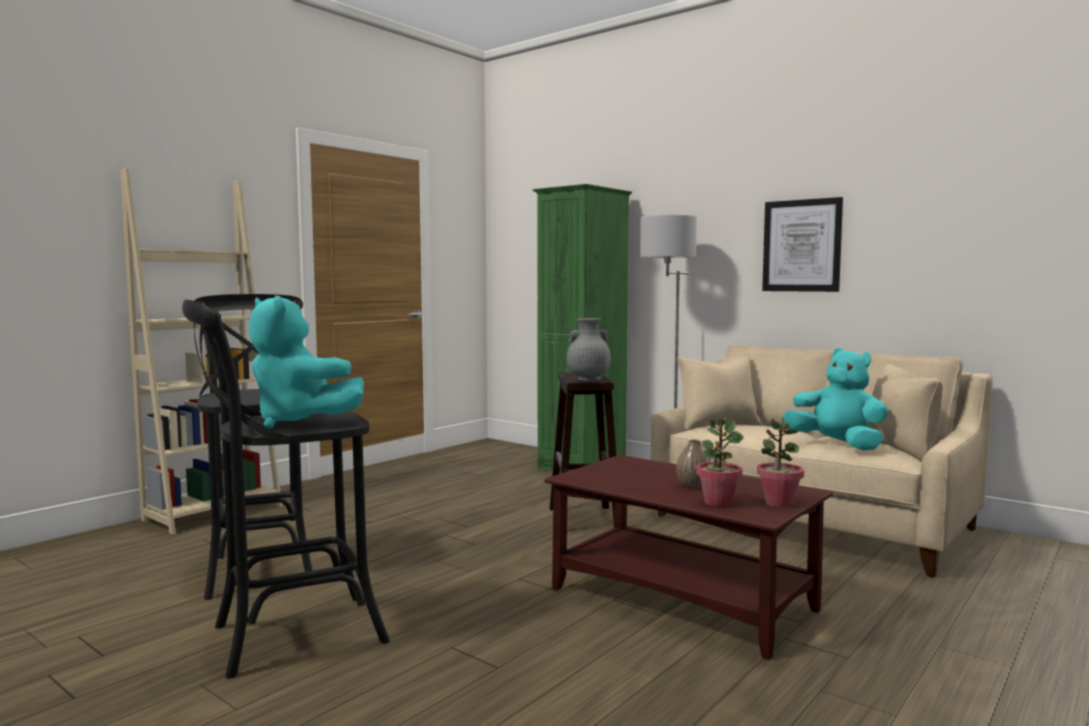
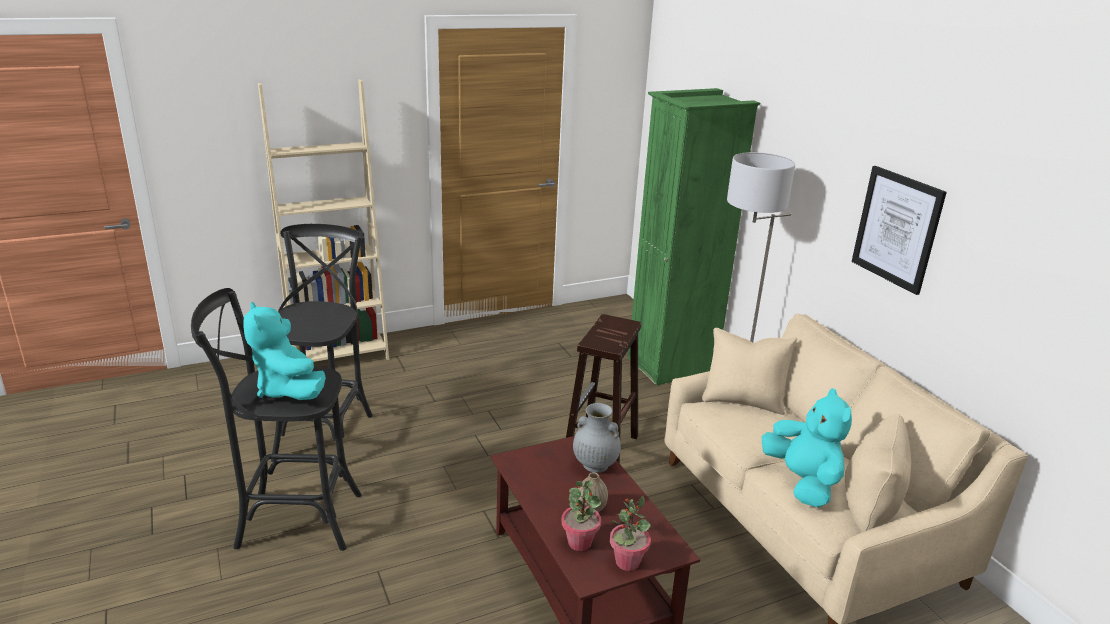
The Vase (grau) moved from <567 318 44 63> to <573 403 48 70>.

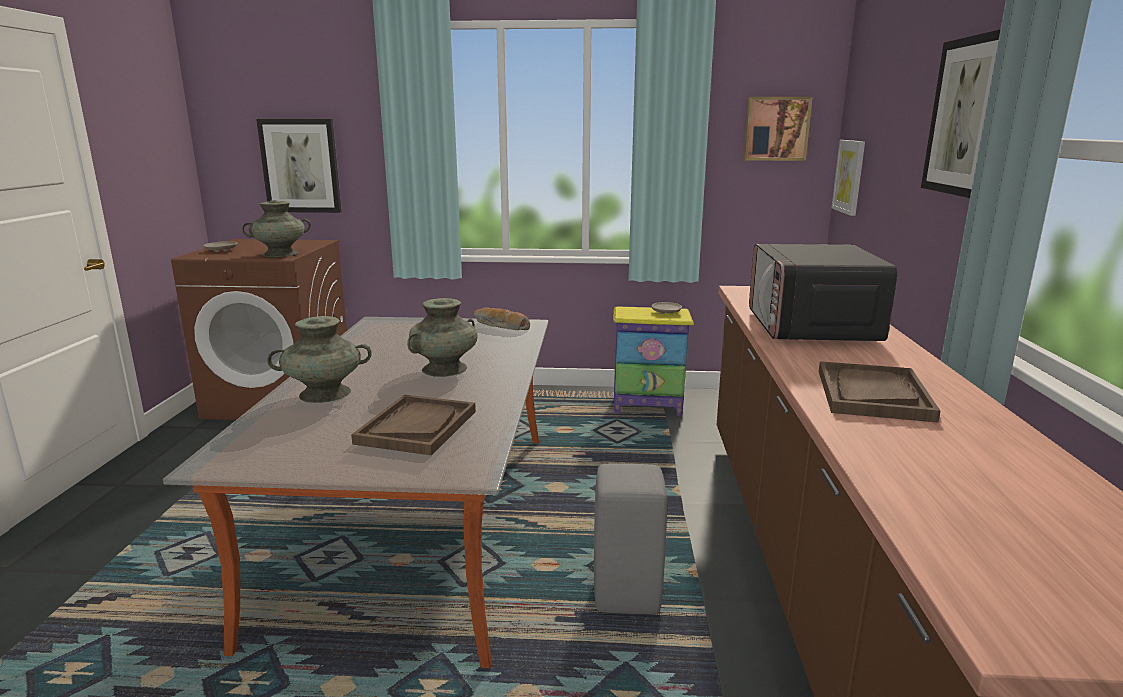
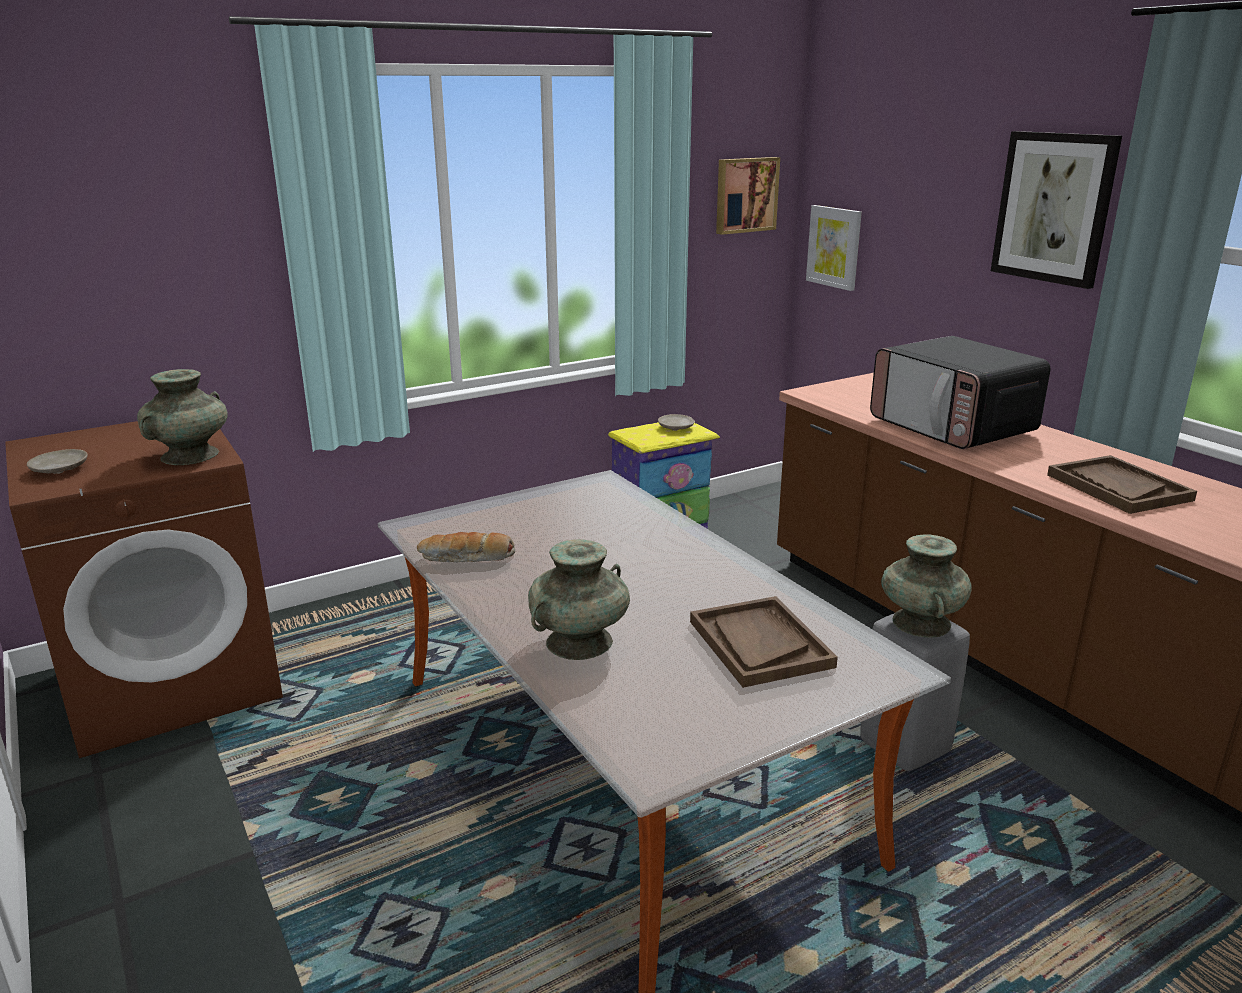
The Bild at <256 119 86 94> disappeared.
The Vase (türkis) moved from <407 298 71 79> to <881 535 91 103>.
The Brot moved from <474 307 56 23> to <417 532 98 31>.

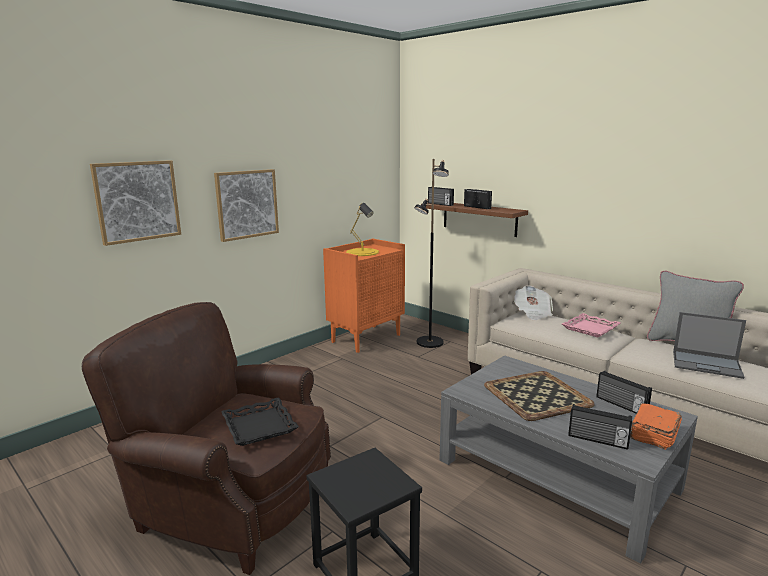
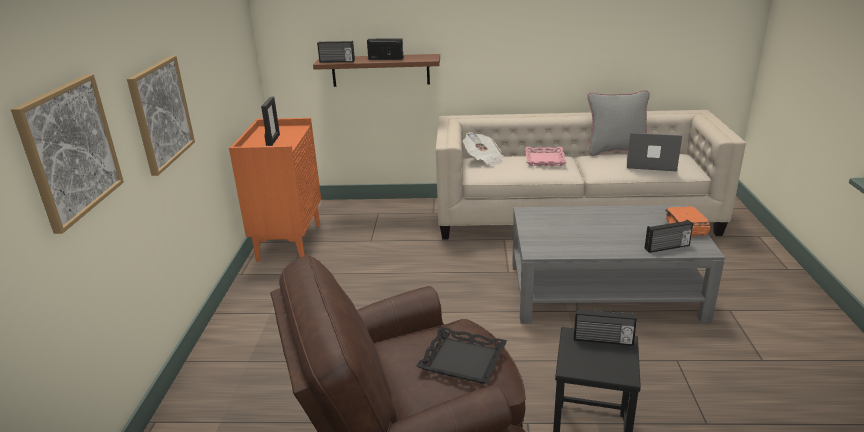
The Stehlampe (schwarz) at <414 159 35 189> disappeared.
The Tischlampe (gelb) at <346 203 33 53> was replaced by the Bilderrahmen at <261 97 19 49>.
The Laptop at <673 312 73 67> turned 150 degrees counterclockwise.
The Tablett at <484 371 111 50> disappeared.
The Radio moved from <596 371 56 43> to <574 308 63 38>.

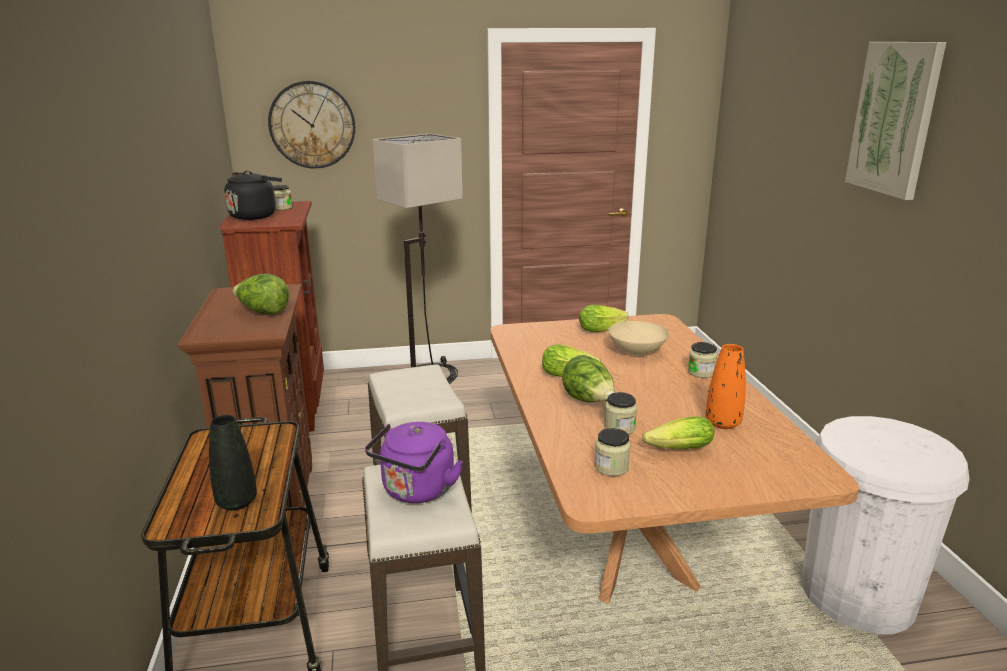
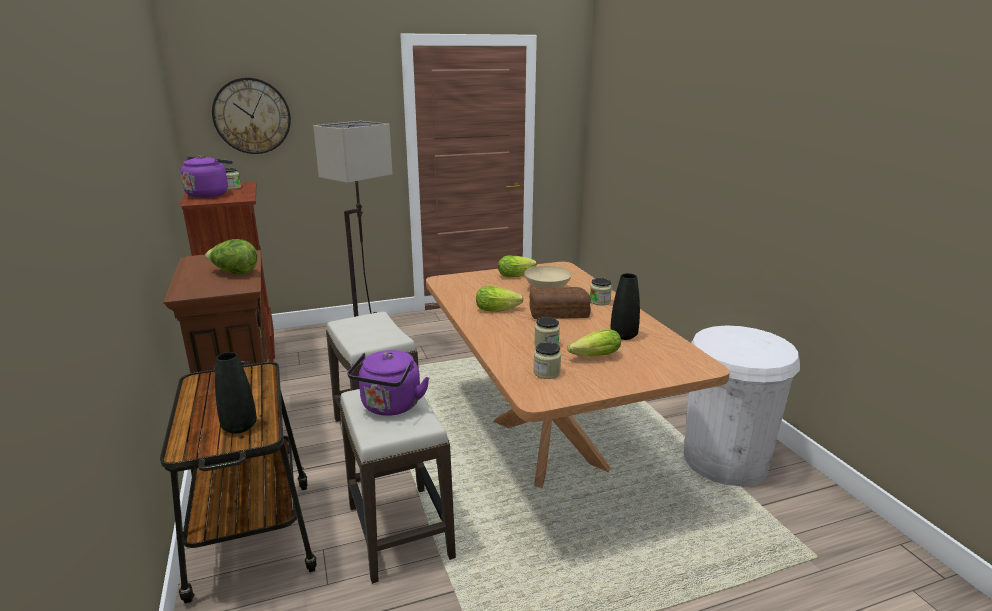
The Bild at <845 42 101 158> disappeared.
The Wasserkessel (schwarz) at <224 171 58 49> became the Wasserkessel (lila) at <180 155 53 43>.
The Vase (orange) at <706 344 40 85> became the Vase (schwarz) at <610 273 30 67>.
The Salatkopf at <562 355 53 47> disappeared.
The Brot at <529 287 62 32> appeared.

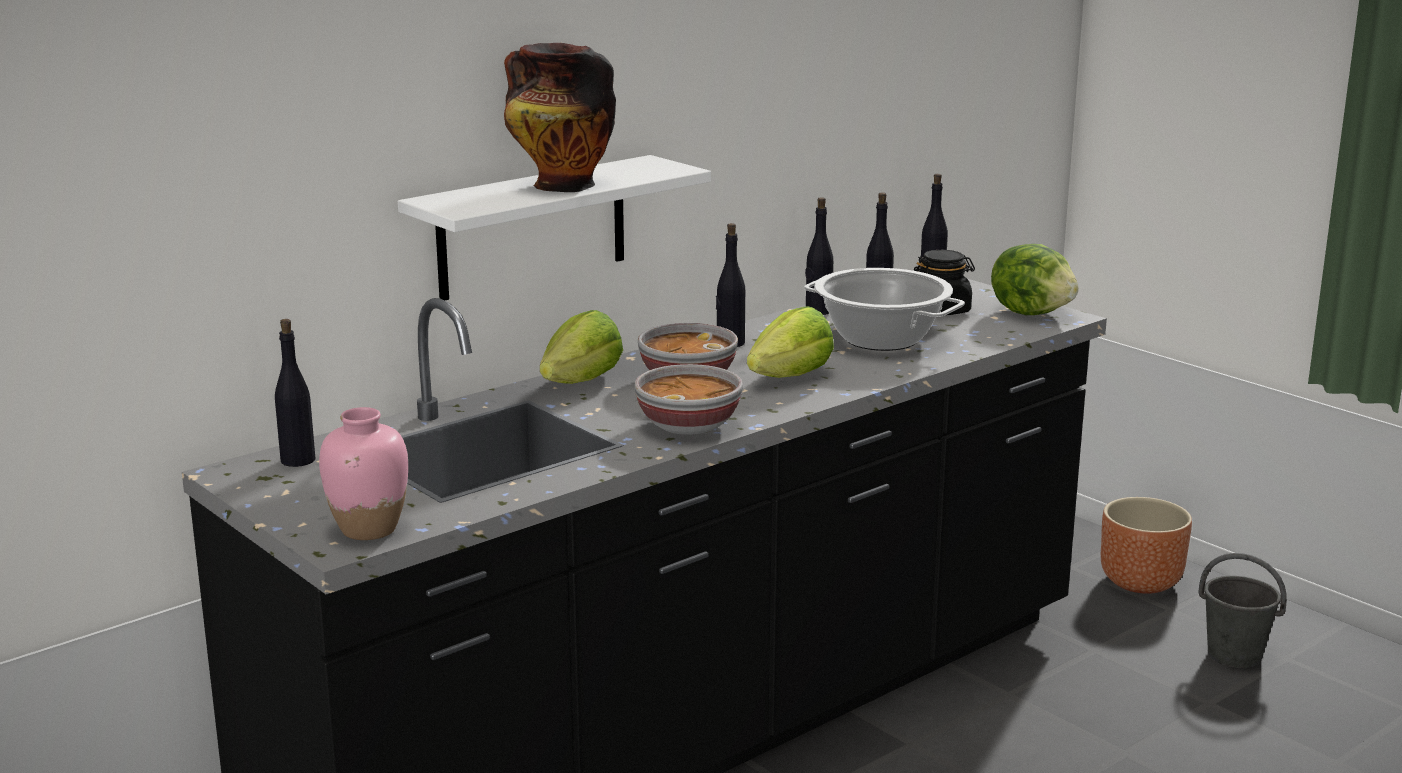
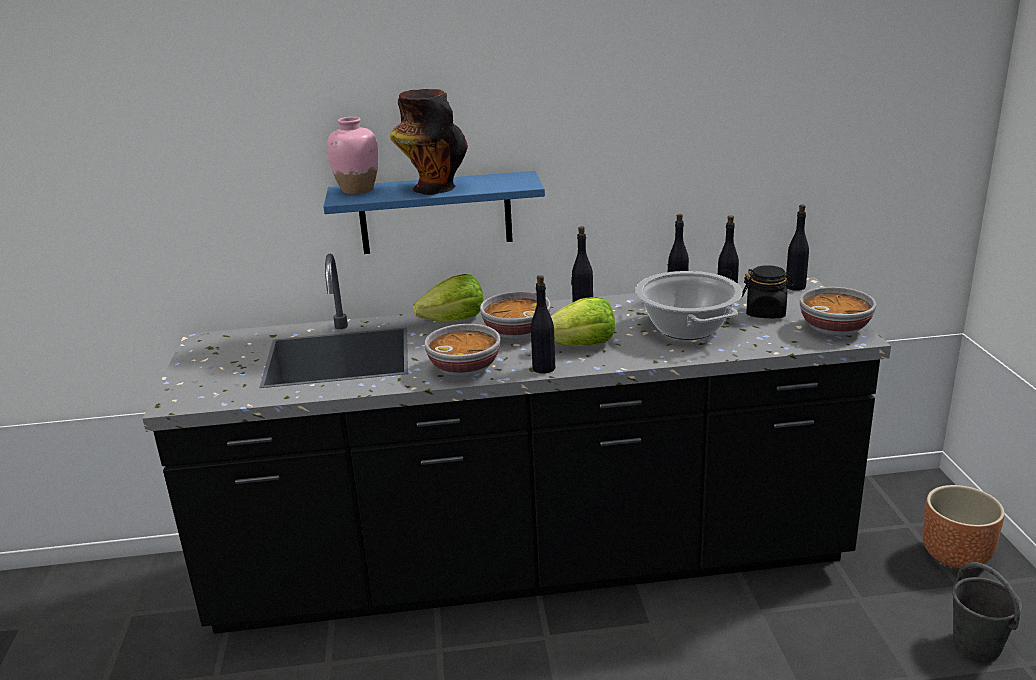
The Wandregal (weiß) at <398 155 313 145> became the Wandregal (blau) at <323 171 222 83>.
The Salatkopf at <991 244 88 71> was replaced by the Schüssel at <800 287 76 49>.
The Flasche (schwarz) moved from <275 319 41 148> to <531 275 24 99>.
The Vase (rosa) moved from <319 407 89 133> to <327 117 51 77>.

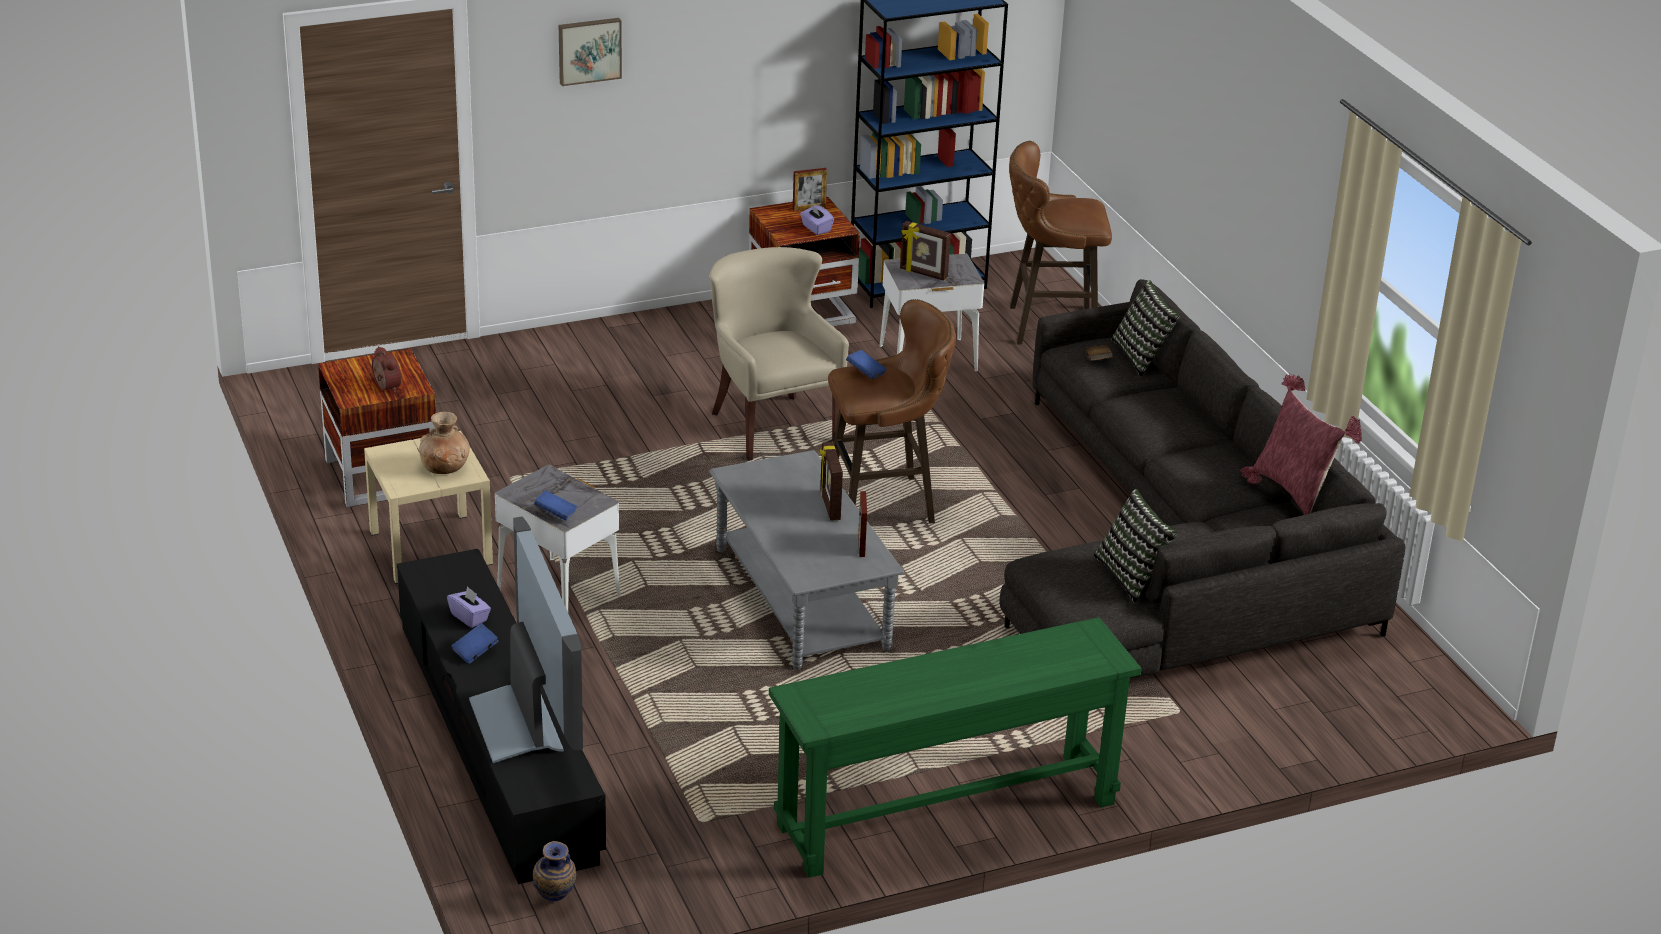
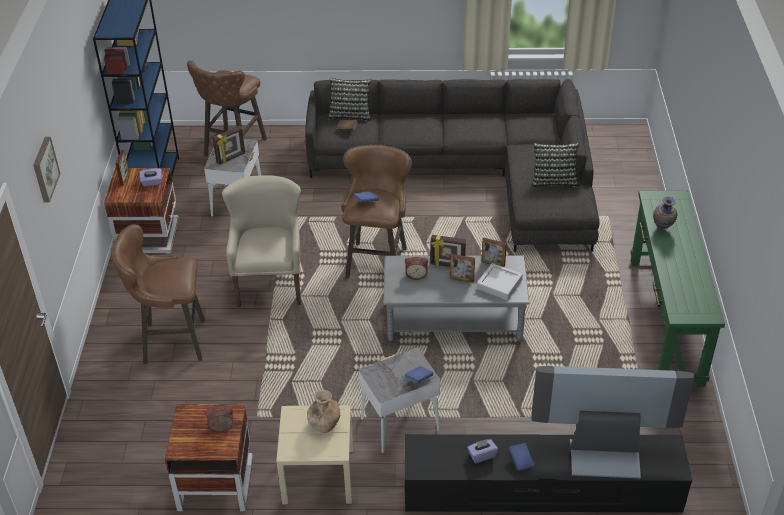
The Sessel (beige) at <709 247 140 214> turned 90 degrees clockwise.
The Kissen (rot) at <1240 373 122 142> disappeared.
The Vase moved from <533 841 43 60> to <653 197 24 33>.
The Hocker (braun) at <111 224 94 140> appeared.
The Bilderrahmen at <450 254 25 29> appeared.
The Wecker at <405 257 23 23> appeared.
The Tablett (grau) at <477 263 46 37> appeared.

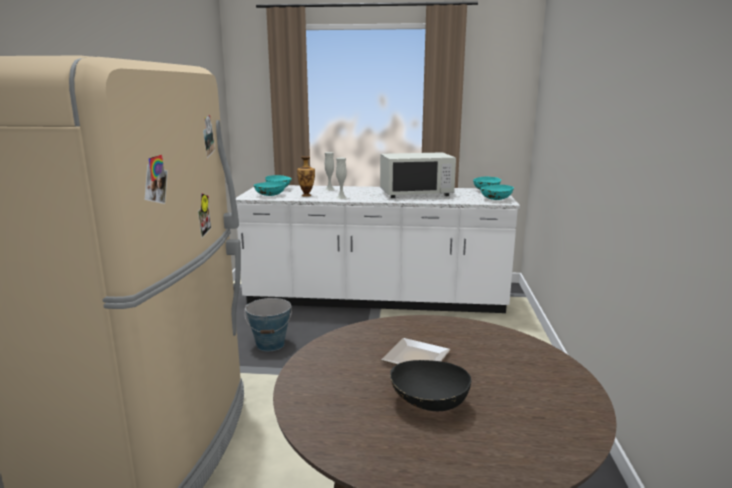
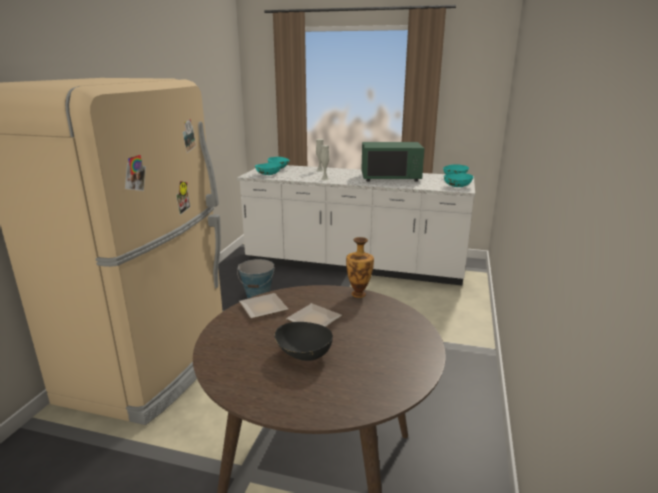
The Mikrowelle (weiß) at <380 152 76 46> became the Mikrowelle (grün) at <361 142 63 39>.
The Vase moved from <297 156 18 41> to <346 237 28 61>.
The Teller at <239 293 49 26> appeared.

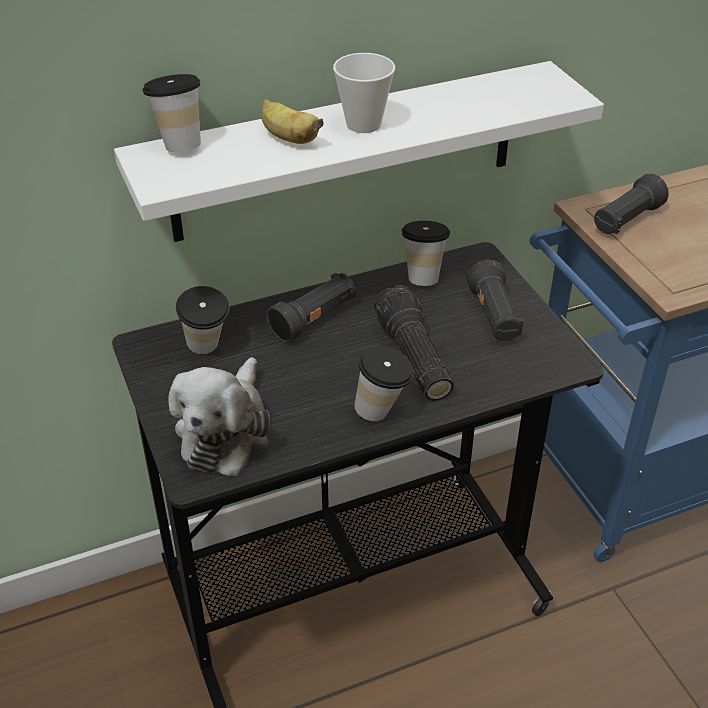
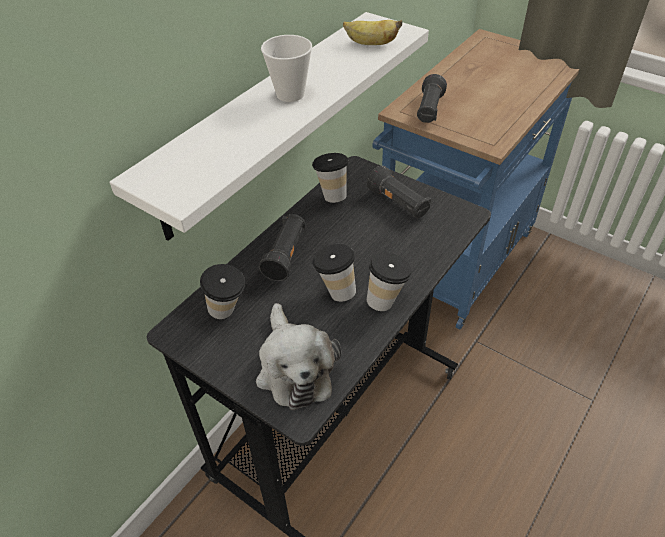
The Tasse moved from <142 74 59 78> to <312 244 44 58>.
The Banane moved from <261 99 63 45> to <343 20 59 25>.
The Taschenlampe at <374 285 80 116> disappeared.

